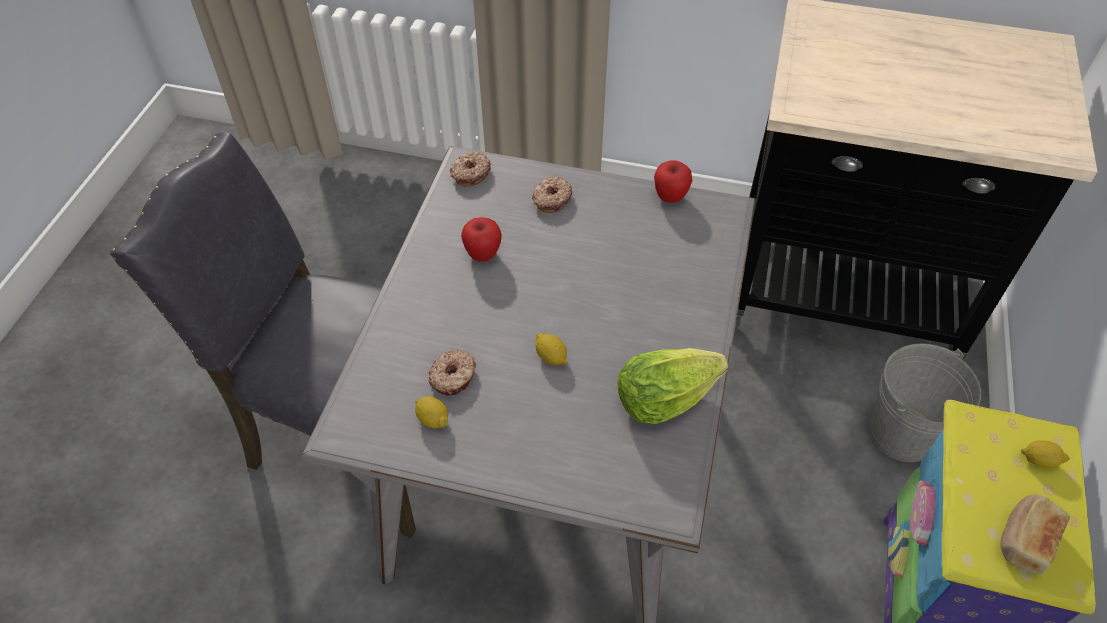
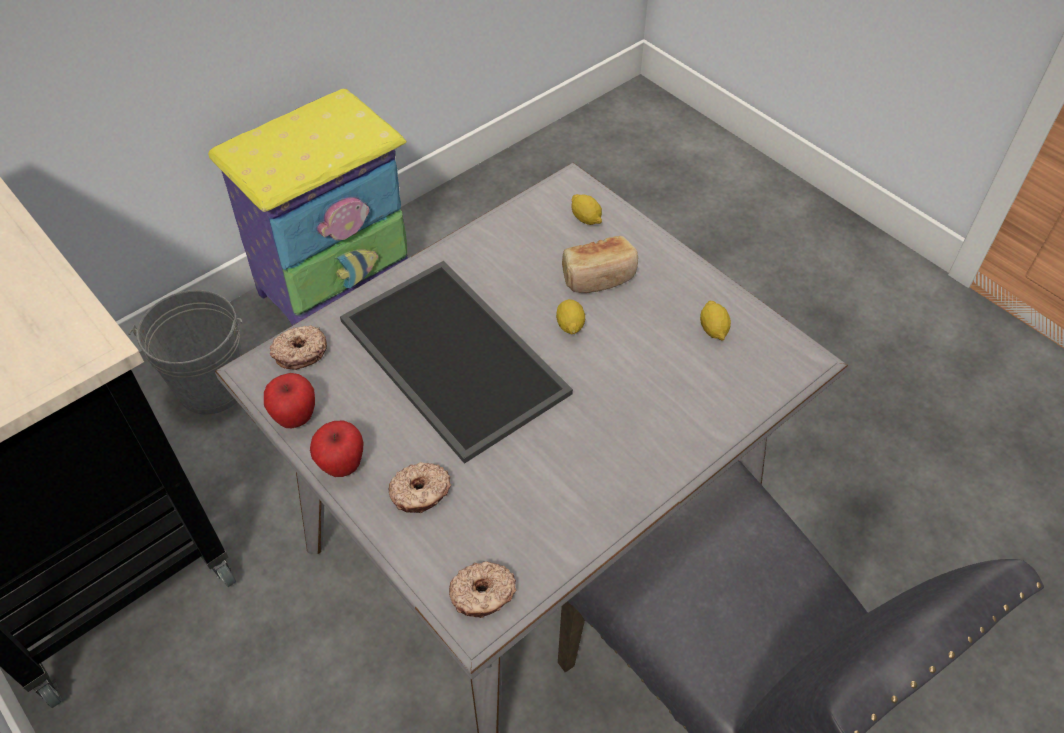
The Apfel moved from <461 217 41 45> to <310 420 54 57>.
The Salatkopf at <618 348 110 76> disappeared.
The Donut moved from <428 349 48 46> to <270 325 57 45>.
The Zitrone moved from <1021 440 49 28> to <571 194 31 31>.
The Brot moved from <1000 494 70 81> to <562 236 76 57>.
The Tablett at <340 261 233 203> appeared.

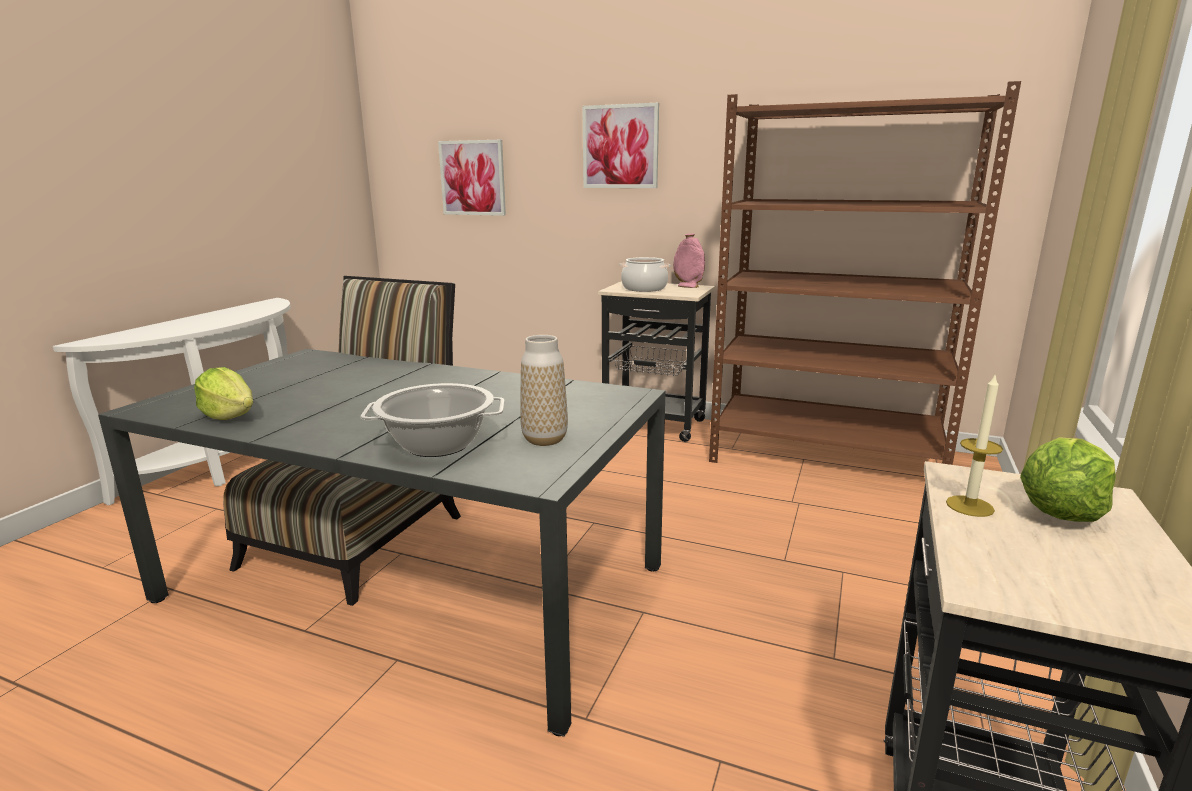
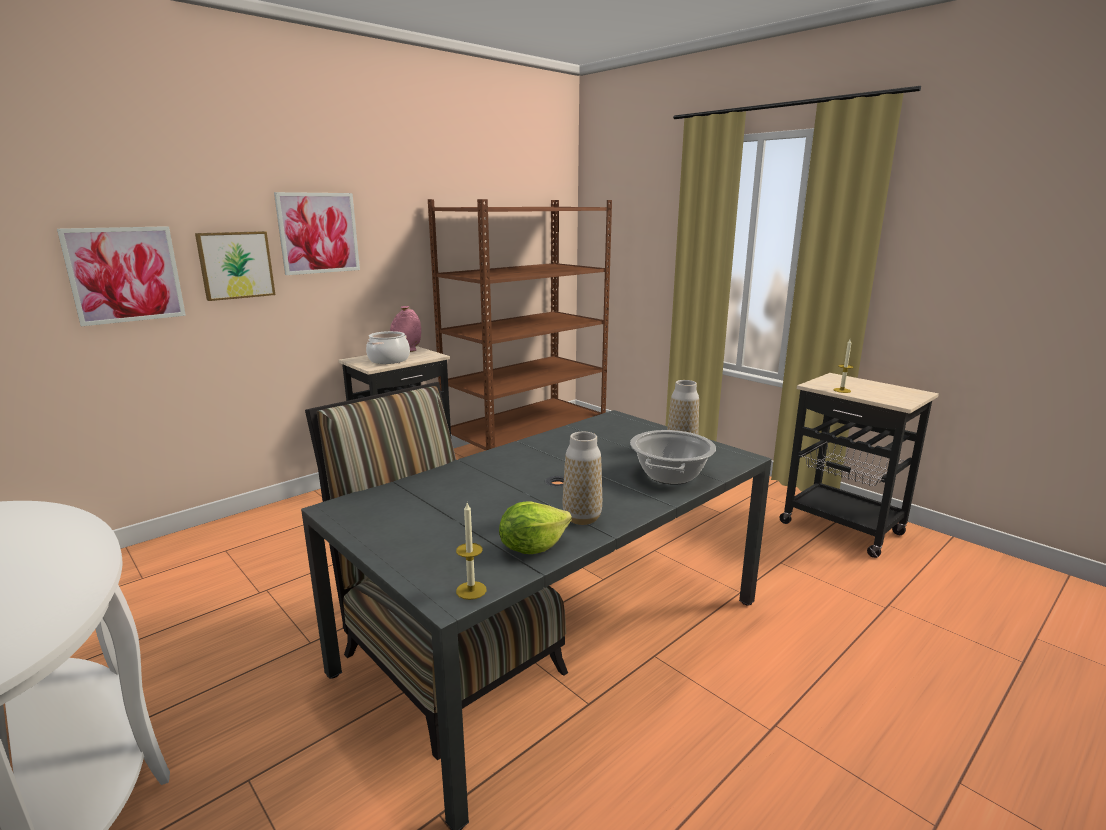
The Salatkopf at <1020 437 96 85> disappeared.
The Bild at <195 231 81 70> appeared.
The Vase at <563 432 39 93> appeared.
The Kerze at <456 503 31 97> appeared.

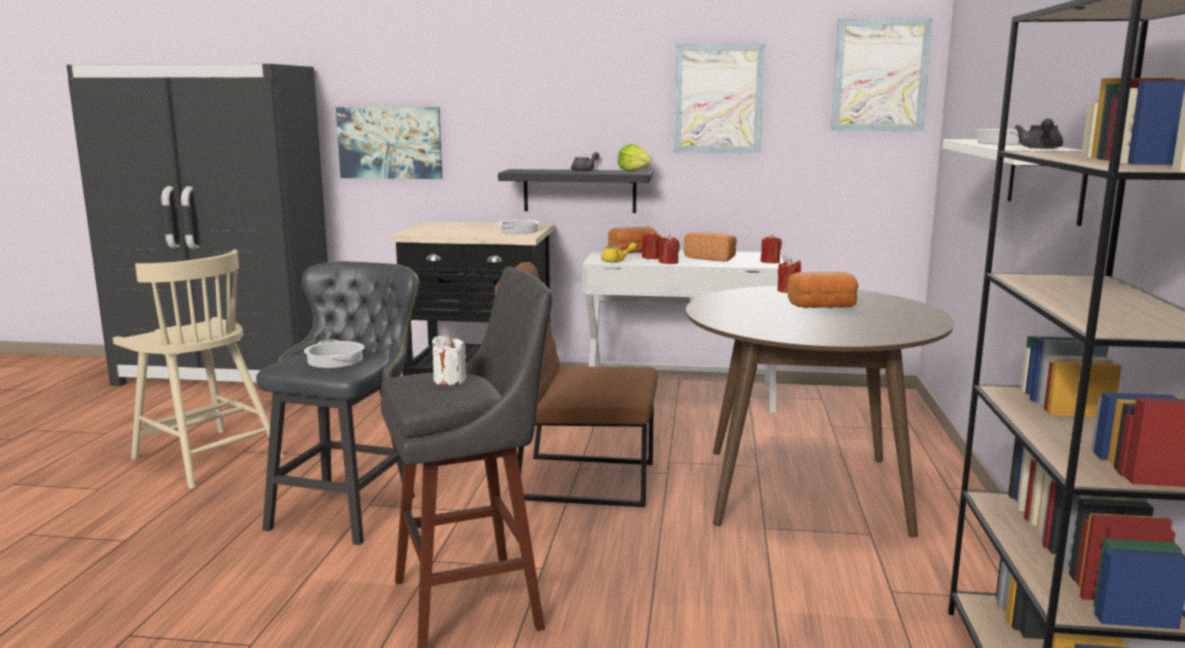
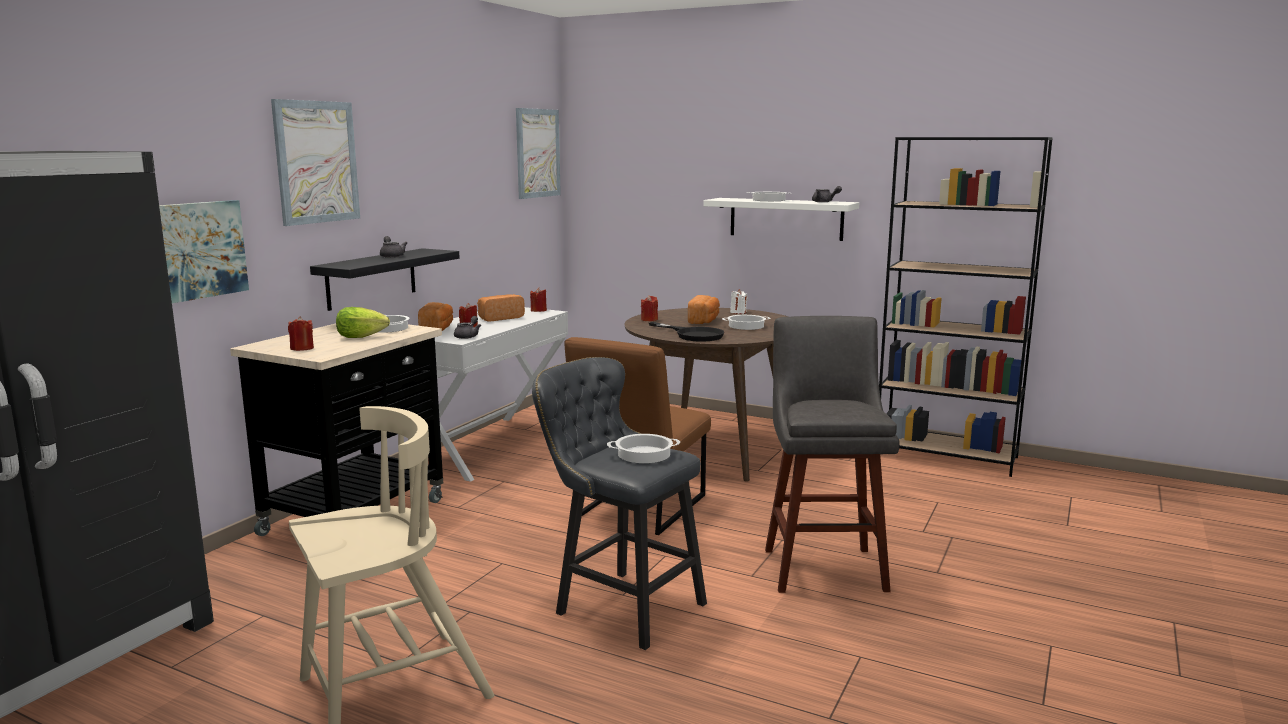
The Bild moved from <673 43 92 110> to <271 99 89 127>.
The Salatkopf moved from <618 144 33 27> to <336 307 54 31>.
The Kerze (rot) moved from <659 235 21 29> to <288 316 26 35>.
The Teekanne (gelb) at <601 243 36 19> became the Teekanne (grau) at <454 316 27 23>.
The Kerze (weiß) moved from <432 335 34 51> to <730 289 18 25>.
The Kochtopf at <722 315 48 15> appeared.
The Pfanne (schwarz) at <649 322 75 19> appeared.

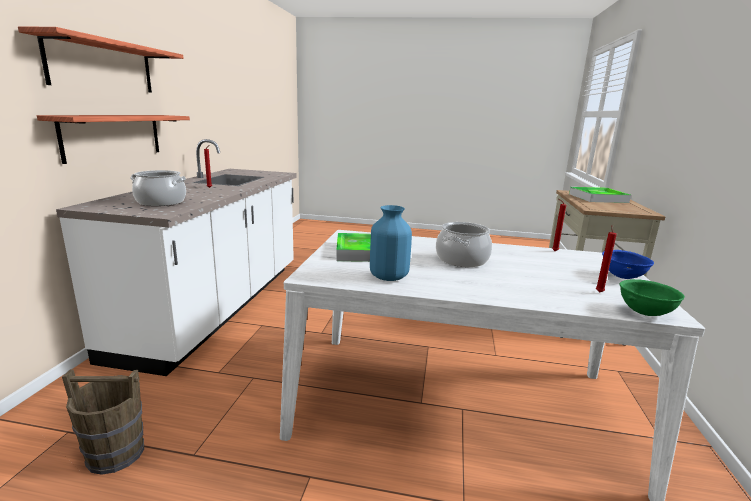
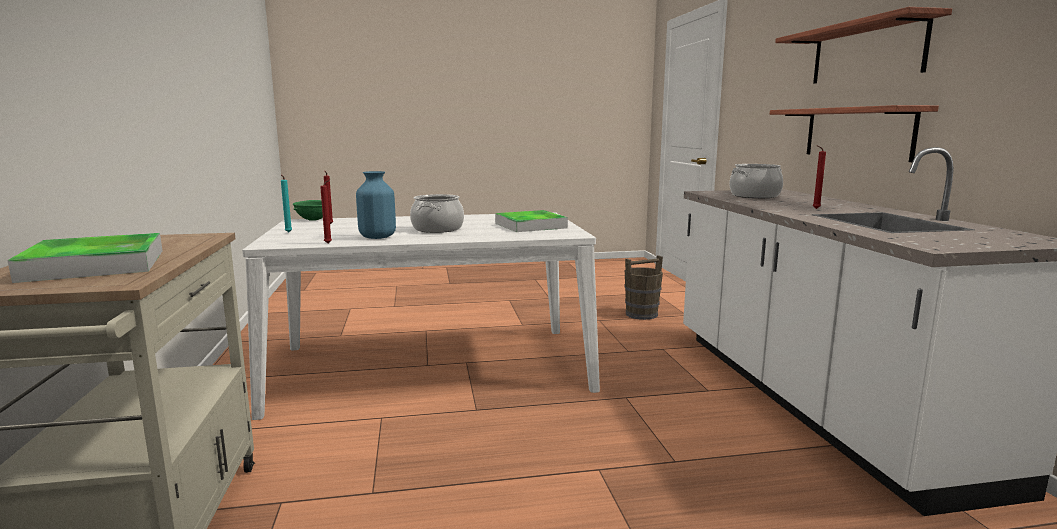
The Vase (blau) moved from <370 205 42 76> to <356 171 40 68>.
The Schüssel (blau) at <602 250 52 29> was replaced by the Kerze (türkis) at <281 175 11 57>.

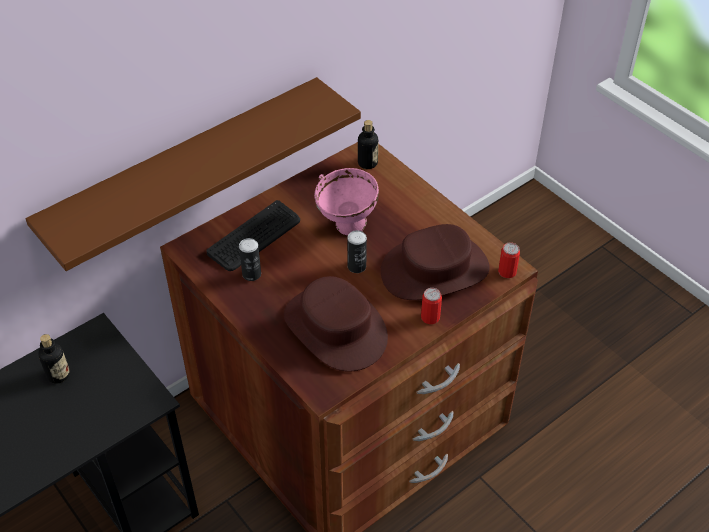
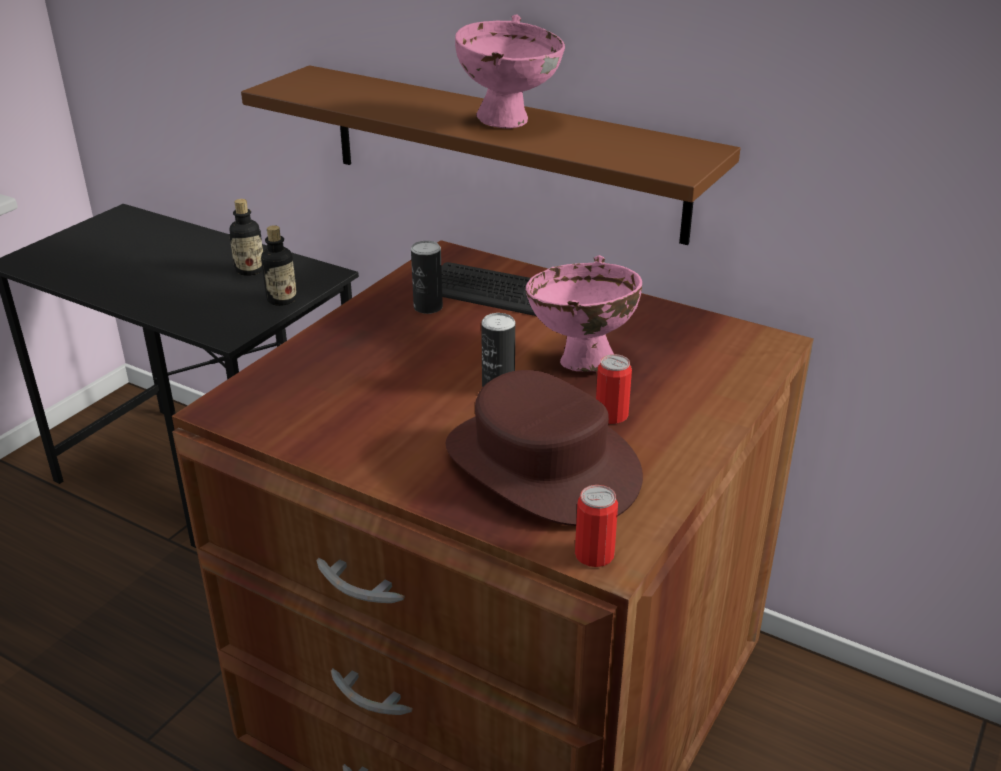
The Flasche moved from <358 120 20 49> to <261 225 36 81>.
The Hut (braun) at <284 276 104 96> disappeared.
The Dose moved from <421 288 21 36> to <596 354 36 70>.
The Schüssel (rosa) at <455 15 110 114> appeared.

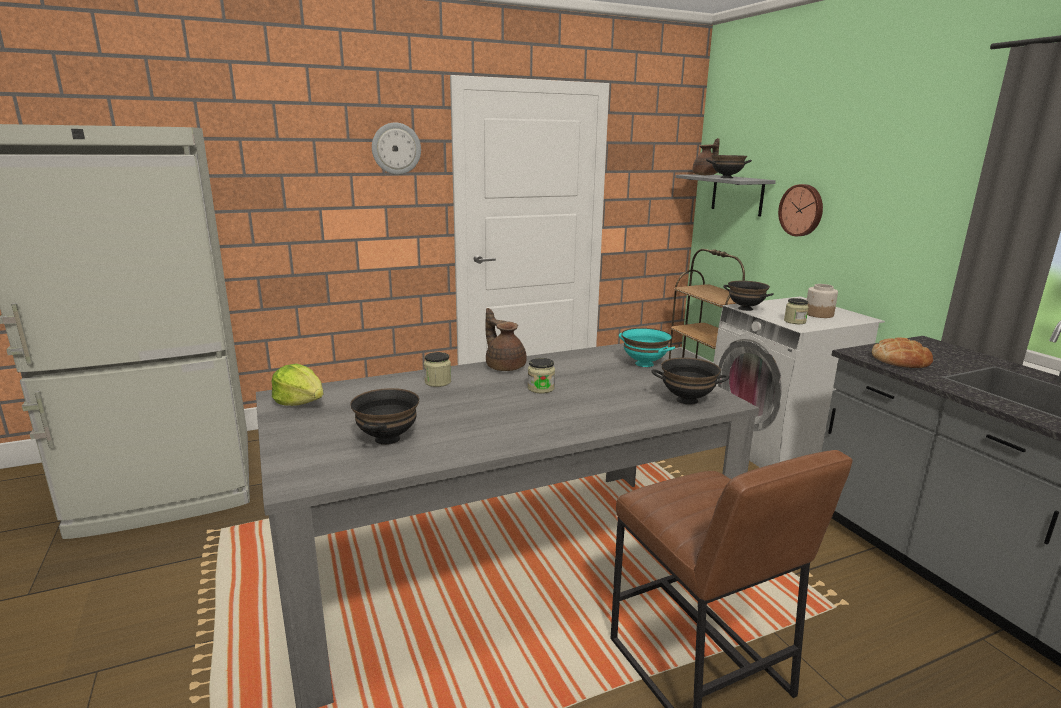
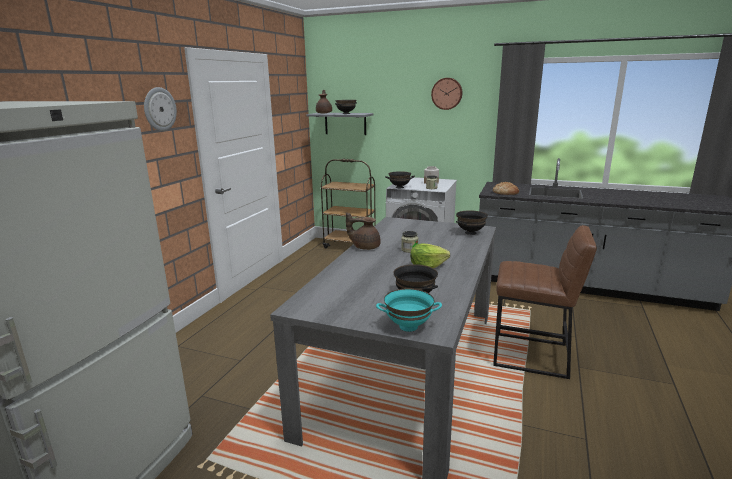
The Wanduhr moved from <778 184 45 52> to <431 78 31 32>.
The Schüssel (türkis) moved from <619 328 56 39> to <376 288 66 44>.
The Vorratsglas at <424 352 27 35> disappeared.
The Salatkopf moved from <272 364 52 42> to <410 243 40 25>.

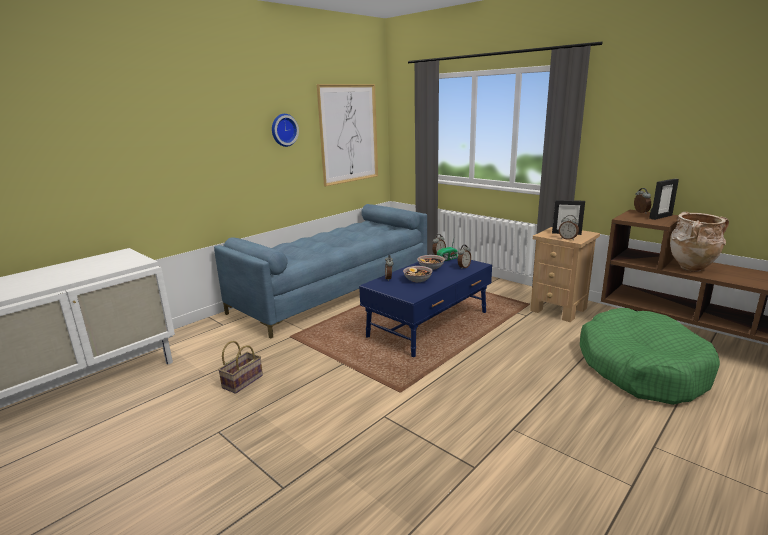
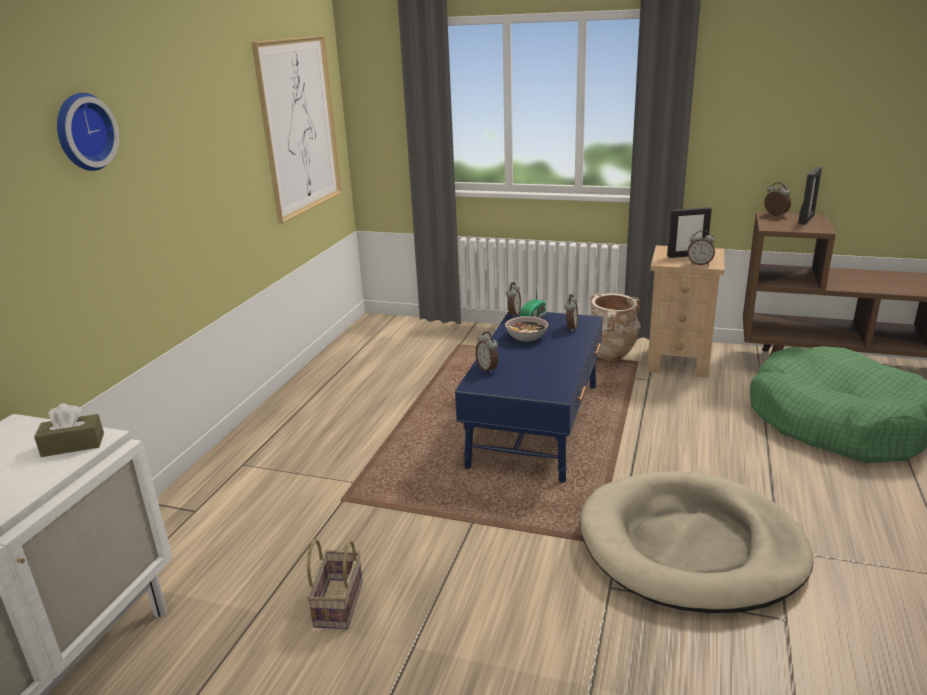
The Wanduhr moved from <272 114 27 33> to <57 93 62 78>.
The Sofa (blau) at <214 204 213 134> disappeared.
The Vase (beige) moved from <670 212 59 60> to <590 293 51 68>.
The Schüssel at <403 266 30 16> disappeared.
The Taschentuchbox (braun) at <34 403 70 54> appeared.
The Hundebett (beige) at <580 471 233 142> appeared.

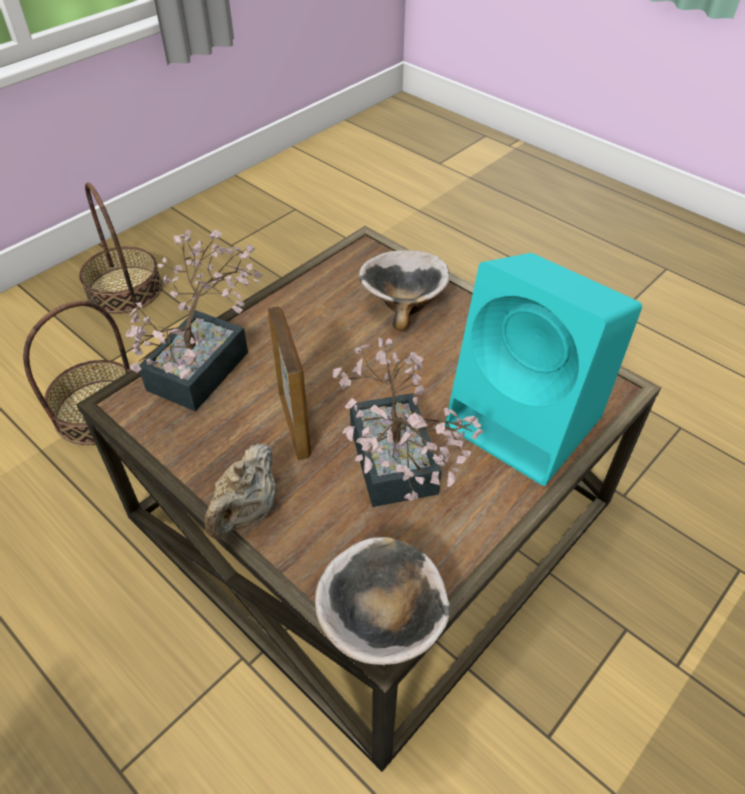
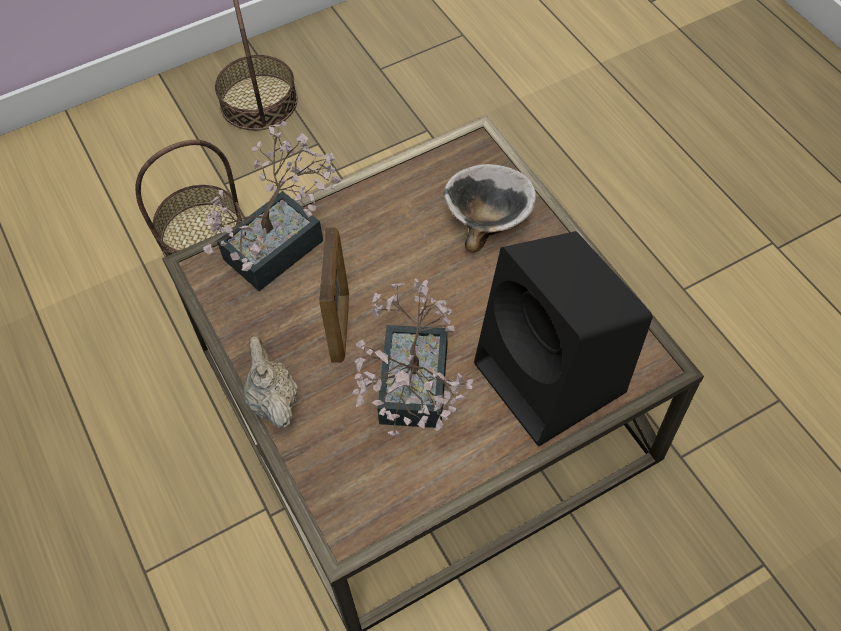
The Lautsprecher (türkis) at <445 253 197 233> became the Lautsprecher (schwarz) at <474 231 179 216>.
The Teekanne (beige) at <205 444 71 95> turned 120 degrees clockwise.
The Schüssel at <315 537 135 128> disappeared.

